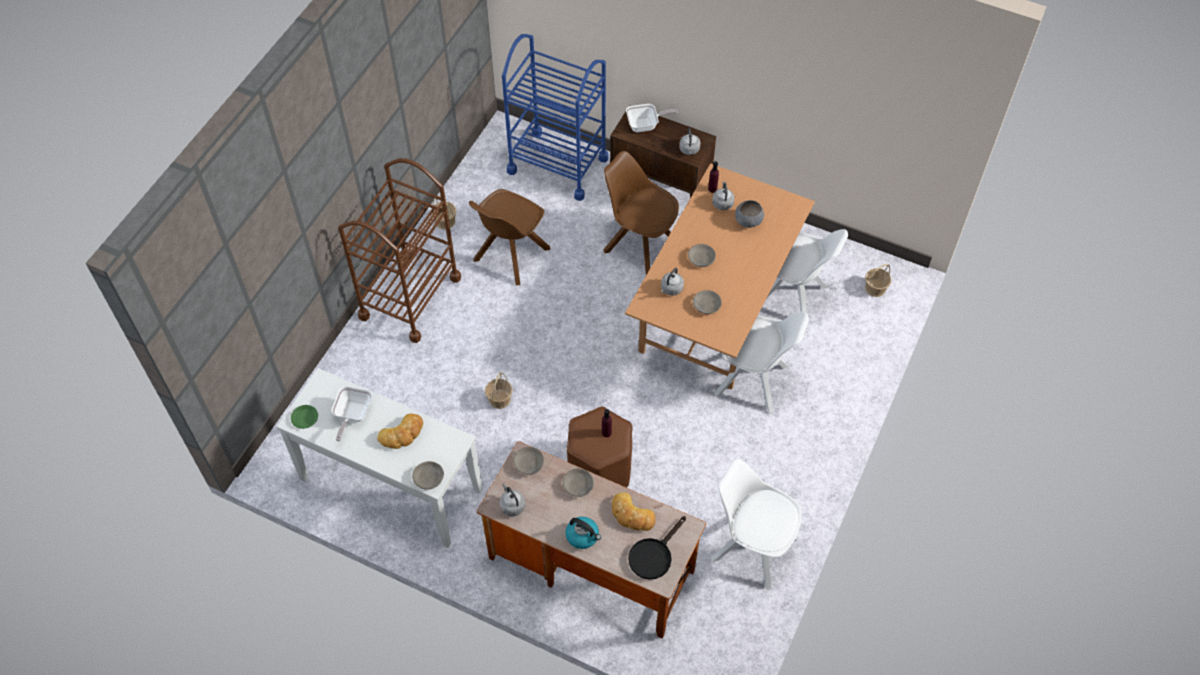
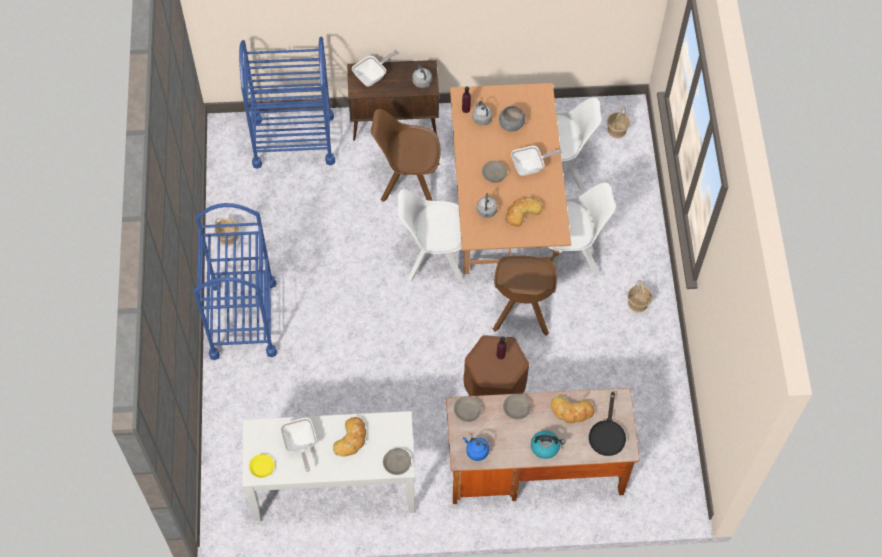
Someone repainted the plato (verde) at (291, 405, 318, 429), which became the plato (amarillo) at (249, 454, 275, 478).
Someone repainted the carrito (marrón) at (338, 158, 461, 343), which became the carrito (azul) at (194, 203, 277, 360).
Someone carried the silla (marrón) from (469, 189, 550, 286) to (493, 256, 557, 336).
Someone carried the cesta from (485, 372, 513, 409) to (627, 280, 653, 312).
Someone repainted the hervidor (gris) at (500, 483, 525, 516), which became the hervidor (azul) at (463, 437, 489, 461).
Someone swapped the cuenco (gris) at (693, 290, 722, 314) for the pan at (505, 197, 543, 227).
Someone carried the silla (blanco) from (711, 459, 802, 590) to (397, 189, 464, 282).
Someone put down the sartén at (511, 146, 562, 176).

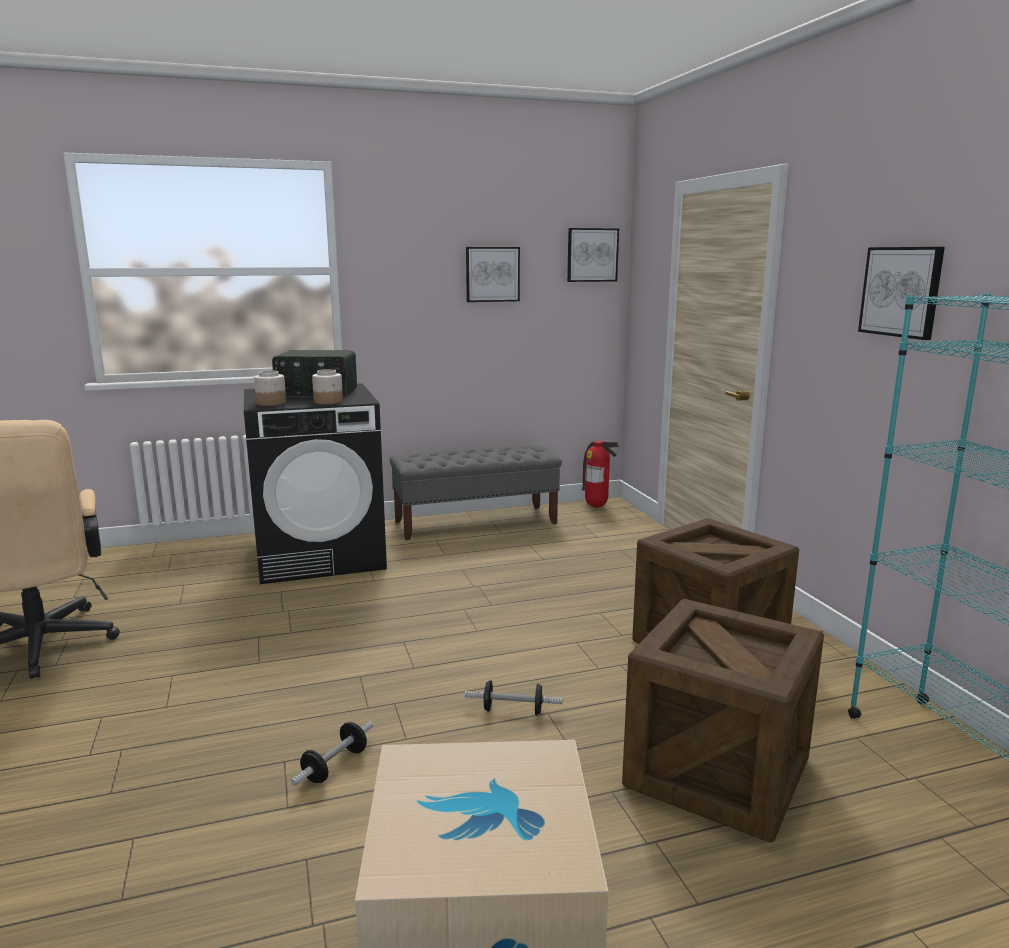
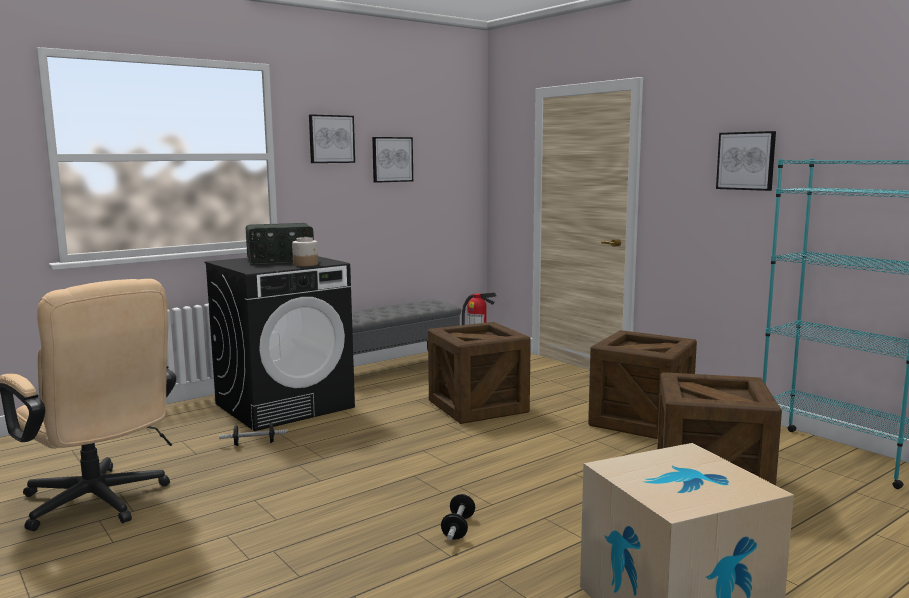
Someone took away the tarro at (254, 370, 286, 406).
Someone carried the mancuerna from (465, 680, 562, 715) to (219, 422, 288, 446).
Someone carried the cuadro from (567, 228, 619, 282) to (309, 114, 355, 163).
Someone put down the caja de embalaje at (428, 322, 531, 424).

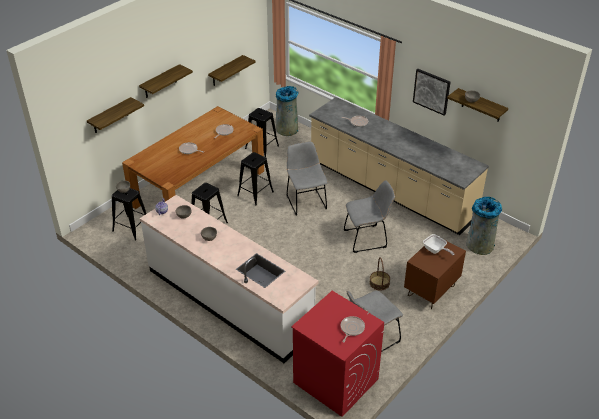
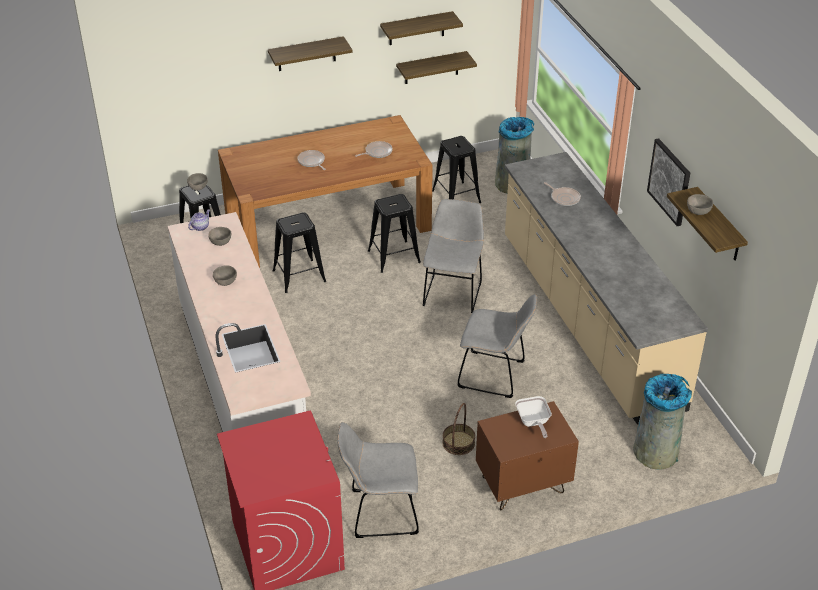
Someone carried the estante from (87, 97, 144, 133) to (380, 11, 463, 45).
Someone took away the sartén at (341, 316, 365, 343).

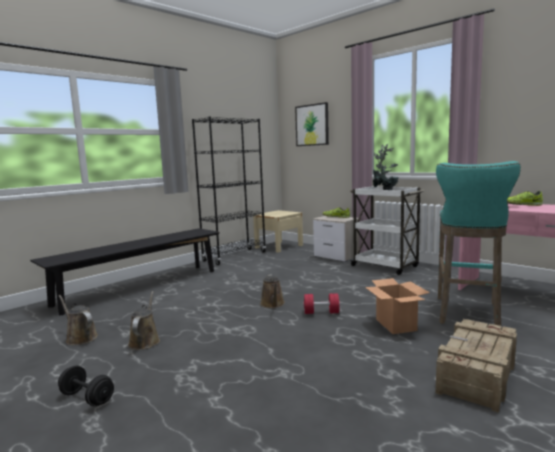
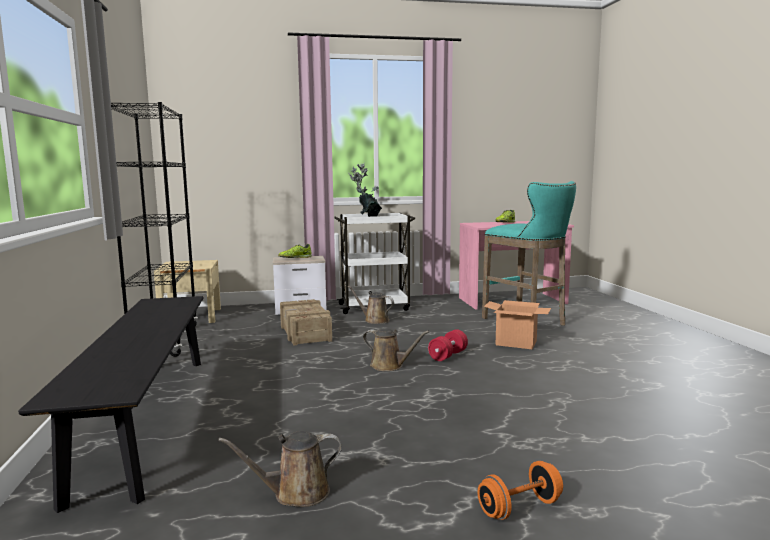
Someone repainted the mancuerna (negro) at (58, 366, 114, 406), which became the mancuerna (naranja) at (477, 461, 563, 520).
Someone carried the regadera (marrón) from (128, 291, 160, 350) to (348, 286, 394, 324).
Someone took away the cuadro at (295, 102, 329, 146).
Someone carried the caja de embalaje from (436, 319, 517, 413) to (280, 299, 332, 346).

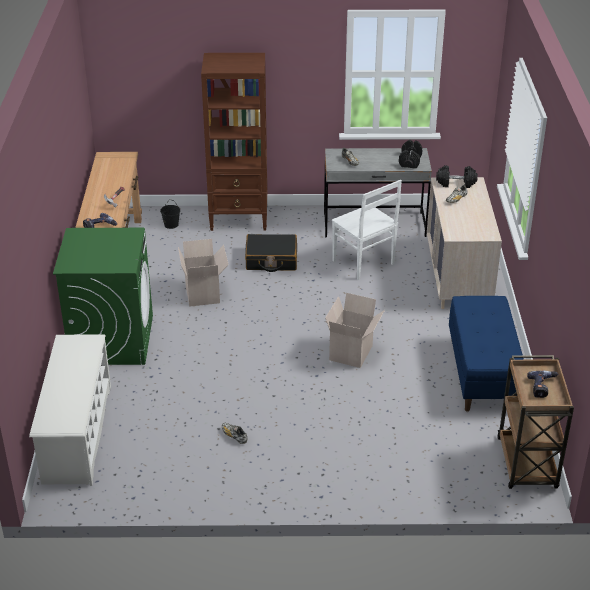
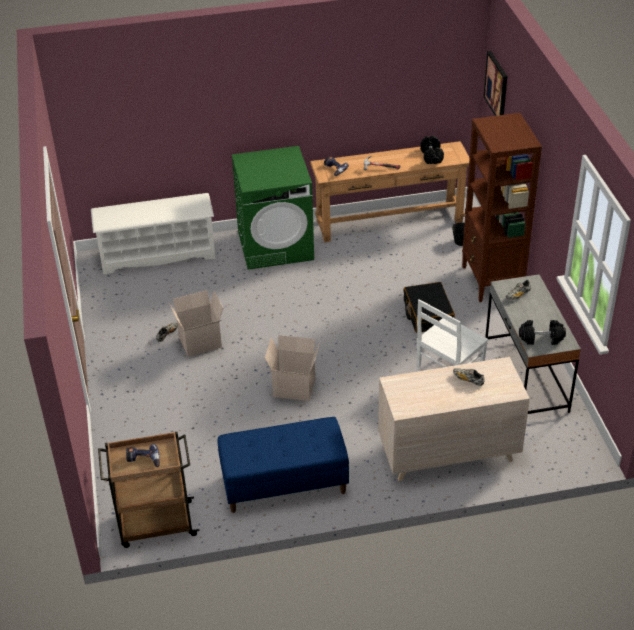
Someone carried the caja de cartón from (178, 239, 229, 307) to (169, 290, 223, 357).
Someone carried the mancuerna (negro) from (436, 165, 478, 188) to (420, 136, 444, 164).
Someone put up the cuadro at (483, 51, 508, 116).

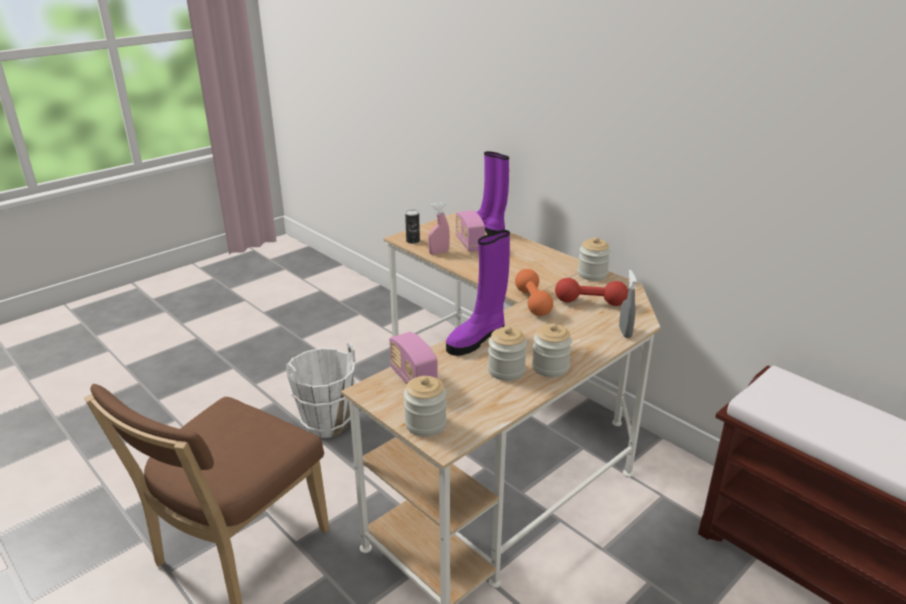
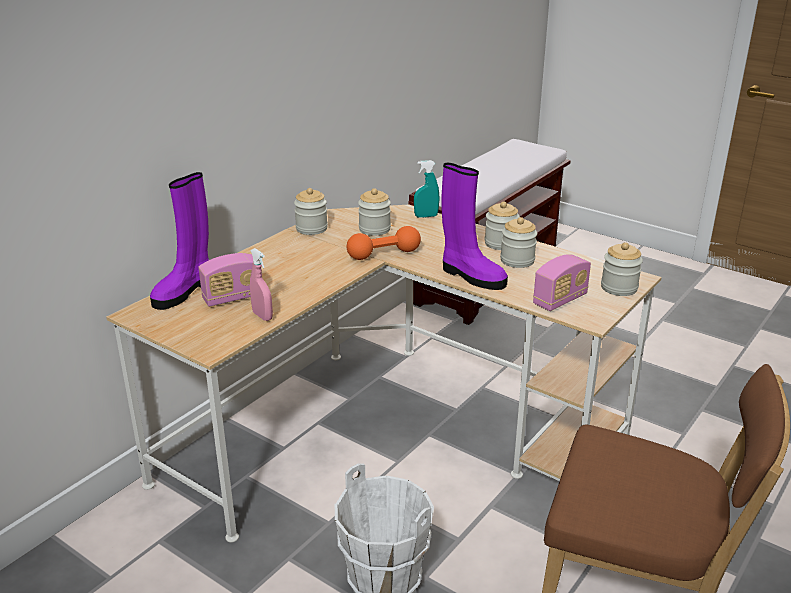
Someone took away the lata at (405, 210, 420, 244).
Someone swapped the mancuerna (rojo) at (555, 278, 628, 306) for the tarro at (358, 188, 391, 236).
Someone repainted the pulverizador (gris) at (619, 270, 637, 338), which became the pulverizador (turquesa) at (414, 160, 440, 218).

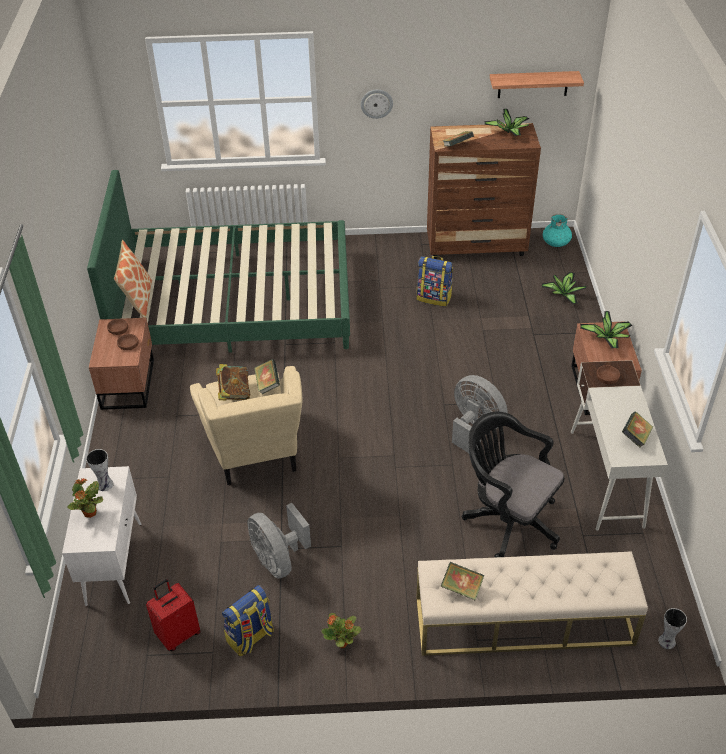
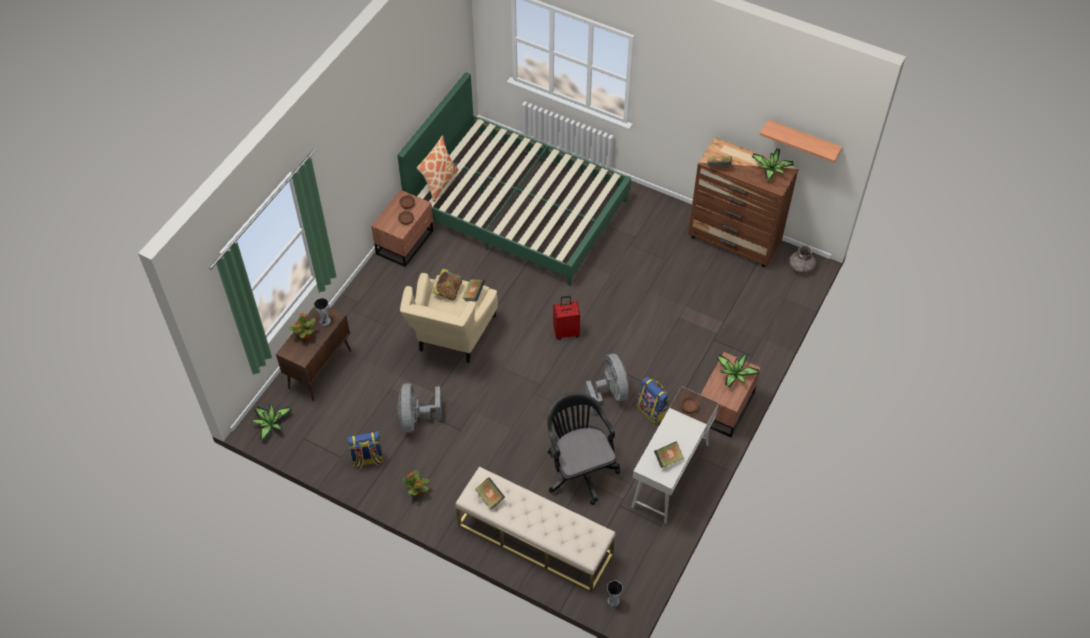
Someone repainted the armario (blanco) at (62, 466, 141, 606), which became the armario (marrón) at (276, 307, 351, 401).
Someone carried the maleta (rojo) from (146, 579, 201, 651) to (553, 296, 580, 340).
Someone took away the reloj de pared at (361, 89, 393, 119).
Someone carried the mochila from (417, 256, 453, 306) to (637, 377, 669, 424).
Someone carried the planta en maceta from (542, 272, 586, 304) to (252, 404, 292, 440).
Someone repainted the florero (turquesa) at (543, 214, 572, 247), which became the florero (gris) at (789, 245, 816, 274).

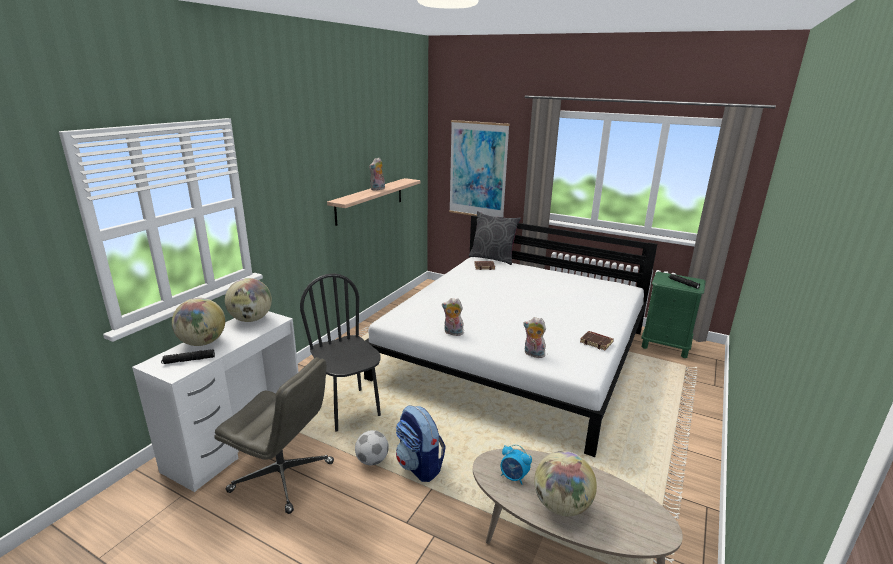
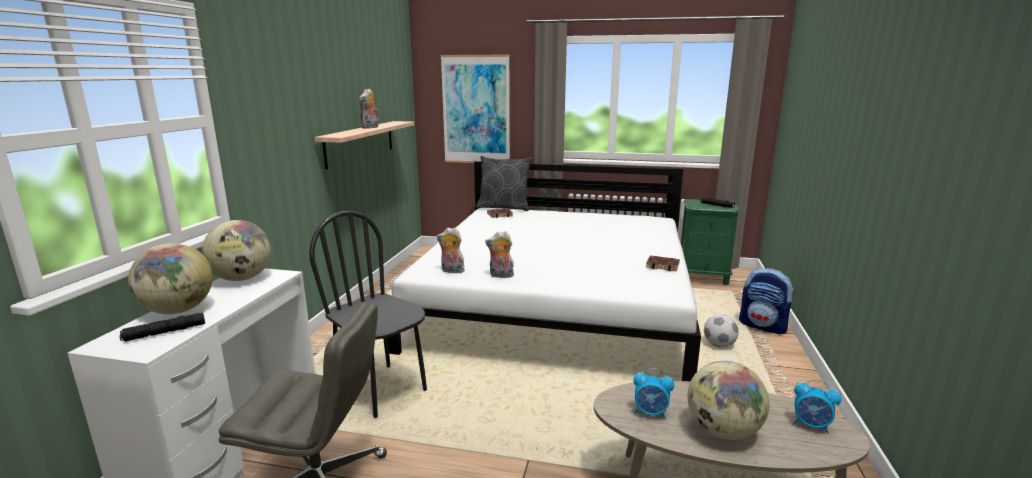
Someone carried the balón de fútbol from (355, 430, 389, 465) to (704, 314, 739, 347).
Someone carried the mochila from (396, 405, 446, 482) to (739, 268, 796, 335).
Someone carried the peluche from (523, 317, 546, 359) to (437, 227, 465, 273).
Someone put down the despertador at (793, 379, 841, 433).

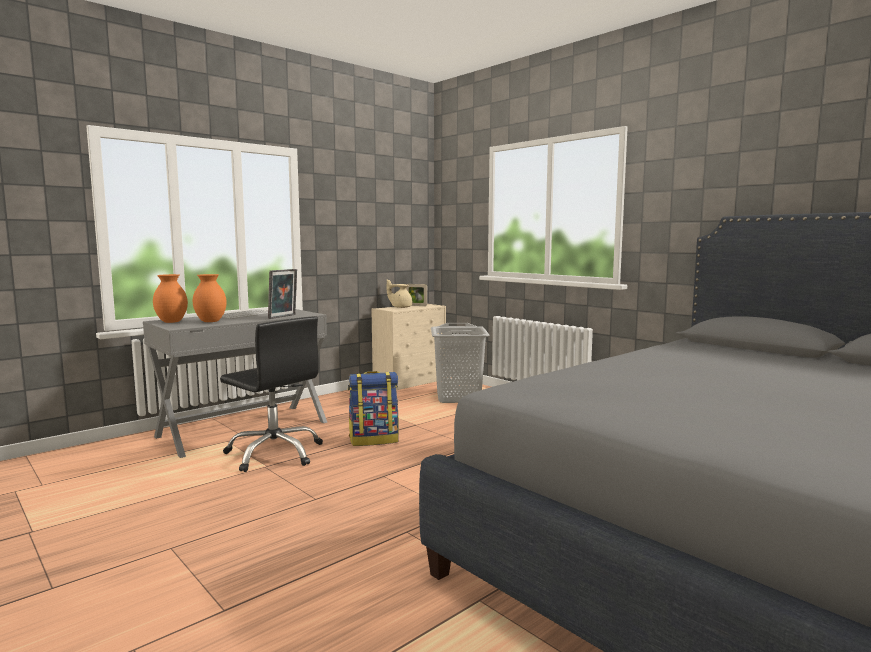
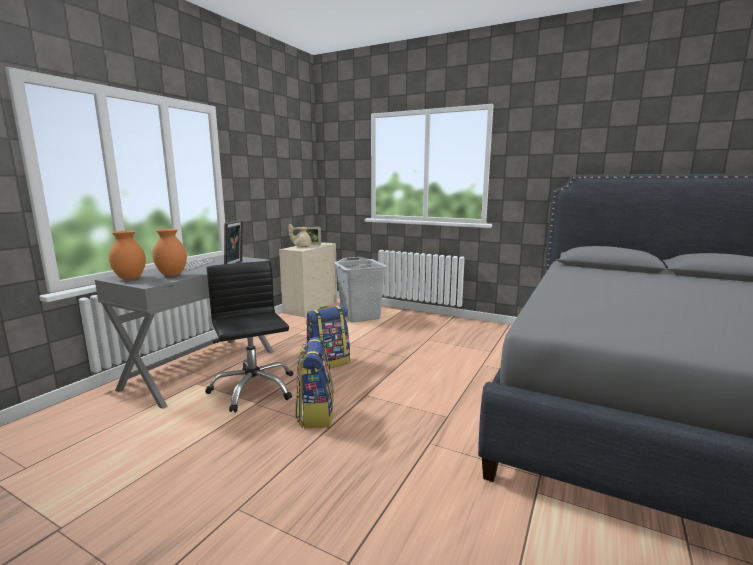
Someone rotated the silla de oficina (negro) at (220, 316, 323, 472) by 135 degrees counterclockwise.
Someone put down the mochila at (295, 337, 334, 428).

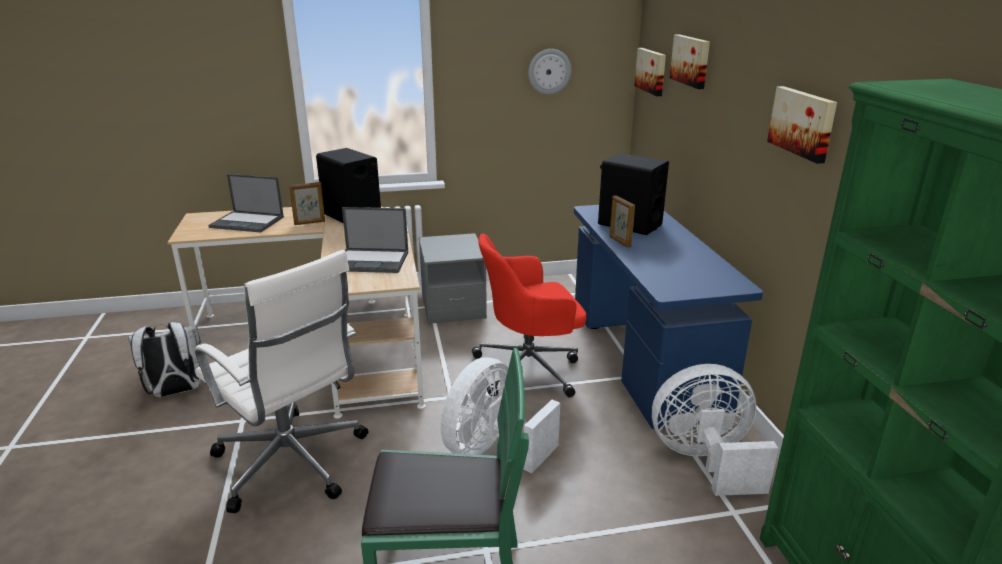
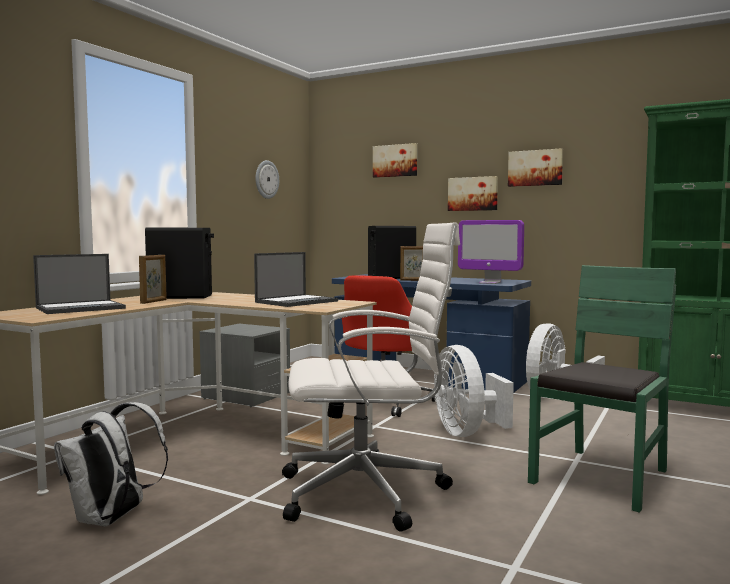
Someone carried the cuadro from (634, 48, 666, 96) to (448, 176, 498, 211).
Someone put down the monitor at (458, 220, 524, 284).

